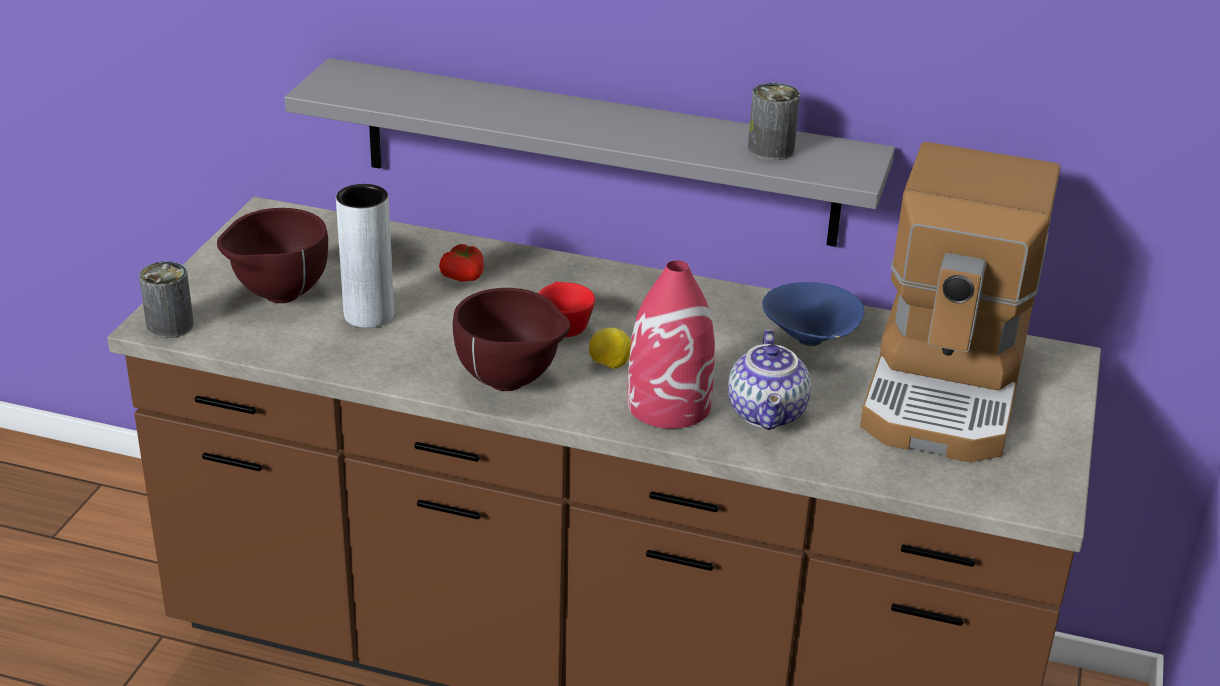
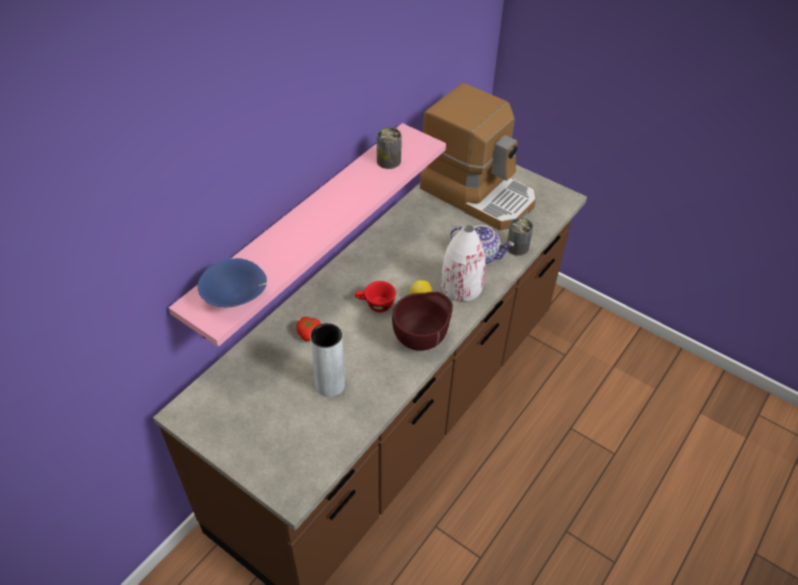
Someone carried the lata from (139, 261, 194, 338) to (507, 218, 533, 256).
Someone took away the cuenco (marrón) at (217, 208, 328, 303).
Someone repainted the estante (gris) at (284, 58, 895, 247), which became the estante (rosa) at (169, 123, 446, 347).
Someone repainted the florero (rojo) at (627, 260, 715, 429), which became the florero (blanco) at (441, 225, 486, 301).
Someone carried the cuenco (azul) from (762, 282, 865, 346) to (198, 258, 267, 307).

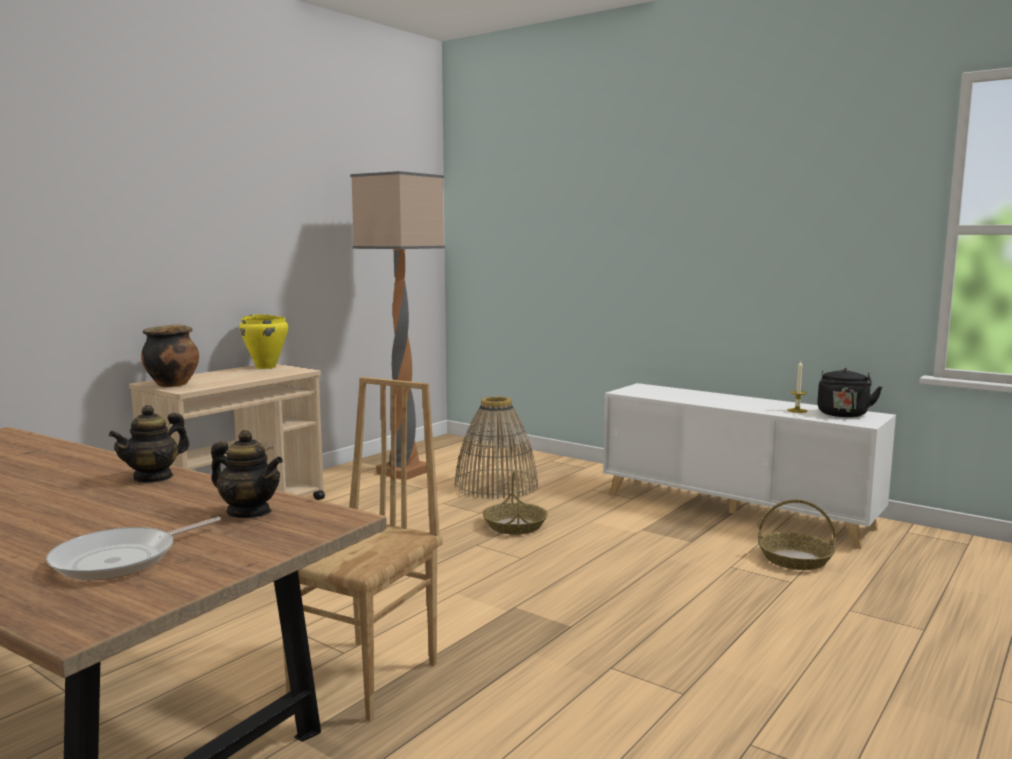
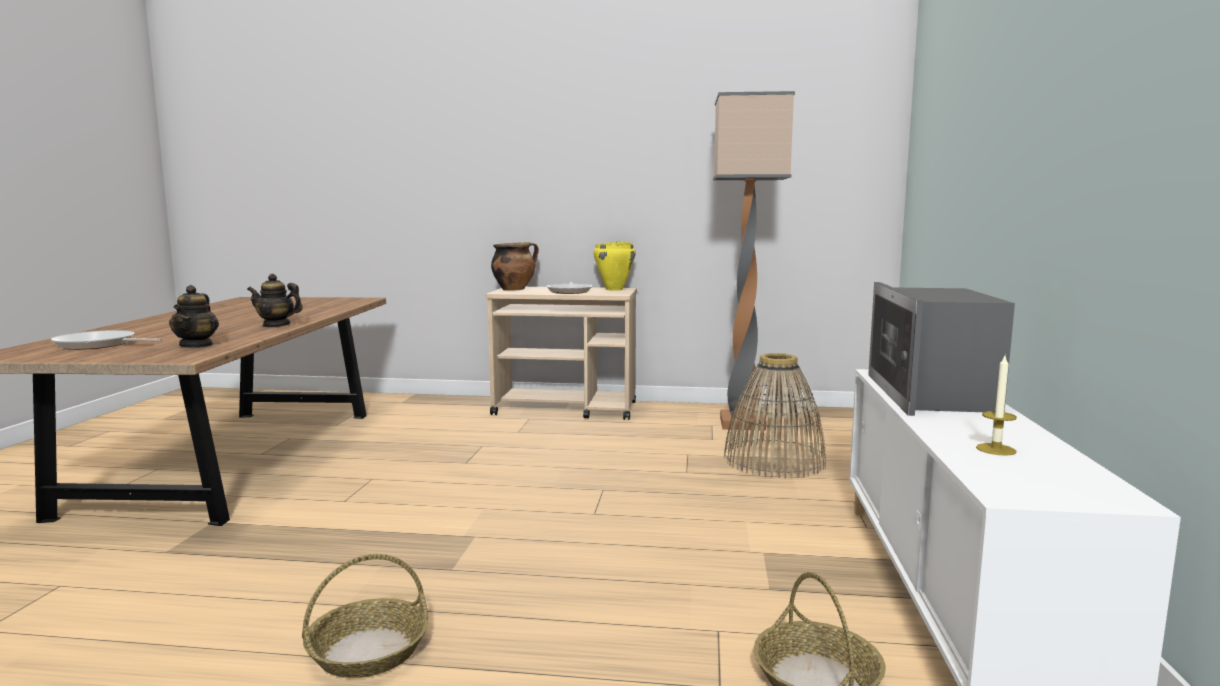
Someone took away the silla (marrón) at (282, 377, 443, 721).
Someone carried the cesta from (483, 471, 548, 535) to (302, 554, 428, 678).
Someone took away the hervidor (negro) at (817, 368, 882, 417).
Someone put down the sartén at (547, 282, 592, 294).
Someone put down the microondas at (868, 282, 1015, 416).

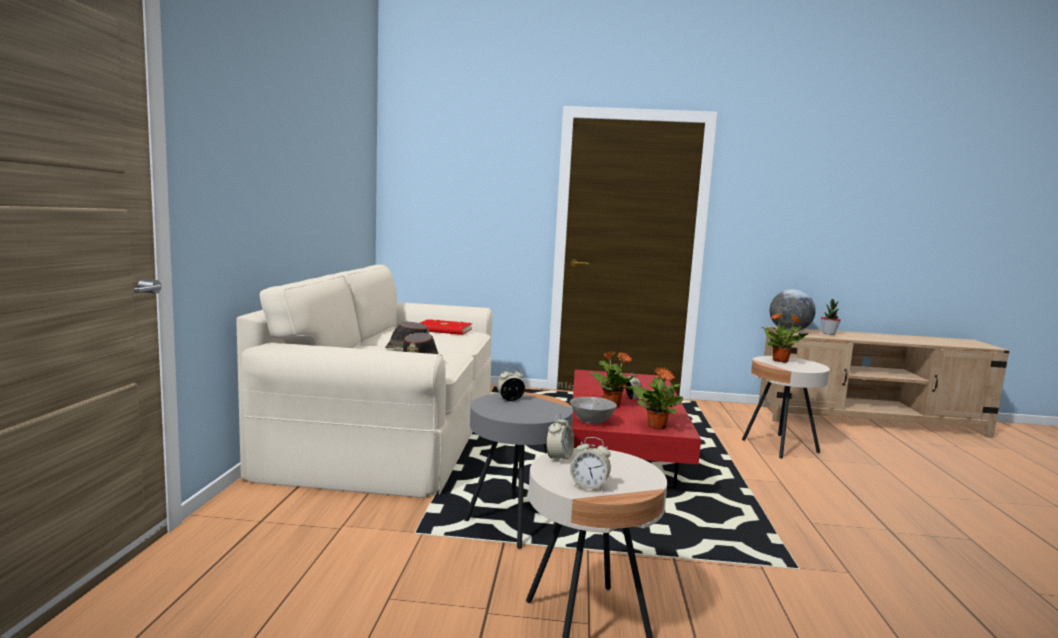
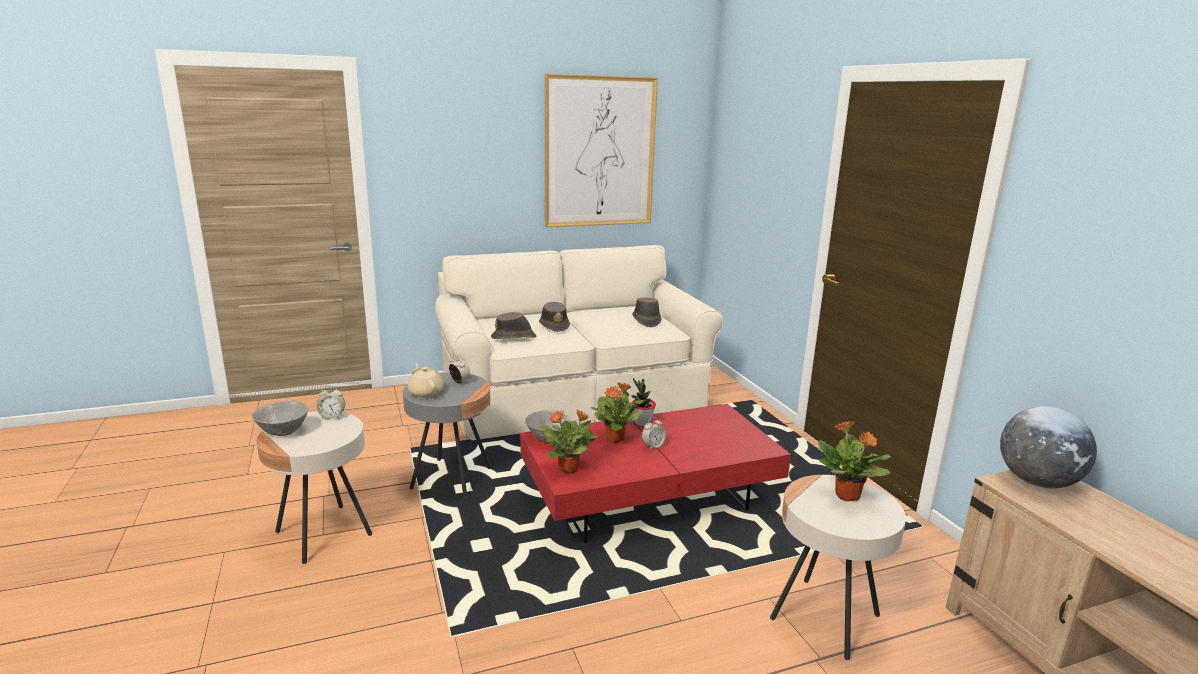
Someone swapped the libro (rojo) at (420, 319, 472, 335) for the sombrero (marrón) at (632, 297, 661, 327).
Someone swapped the despertador at (570, 437, 611, 491) for the cuenco (gris) at (252, 401, 309, 436).
Someone carried the planta en maceta from (821, 299, 841, 335) to (631, 378, 656, 426).
Someone put down the tetera (beis) at (408, 363, 444, 398).
Someone put up the cuadro at (545, 74, 658, 227).

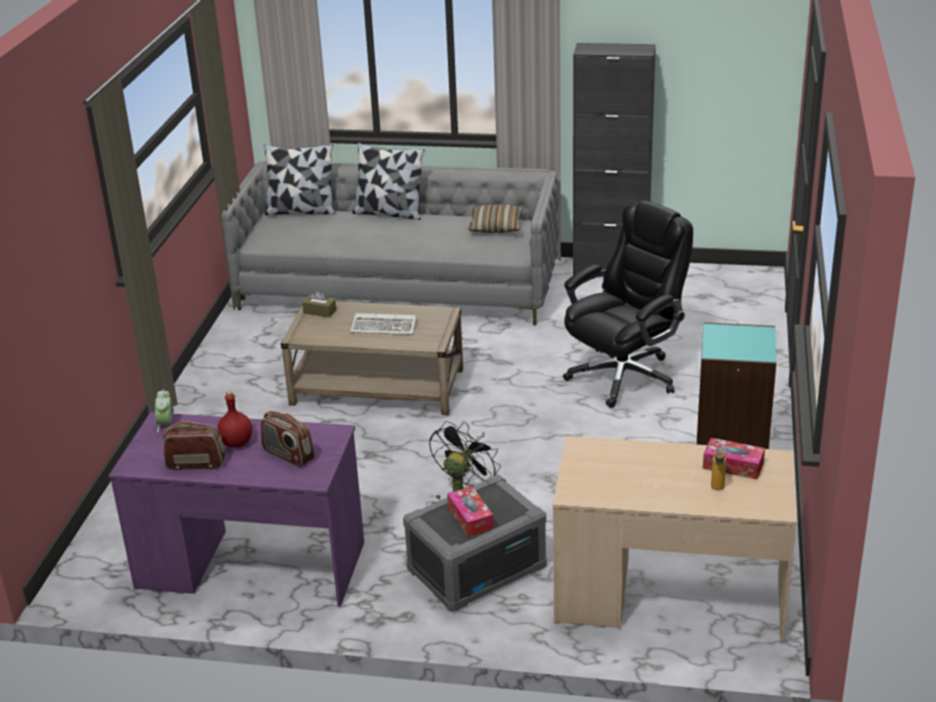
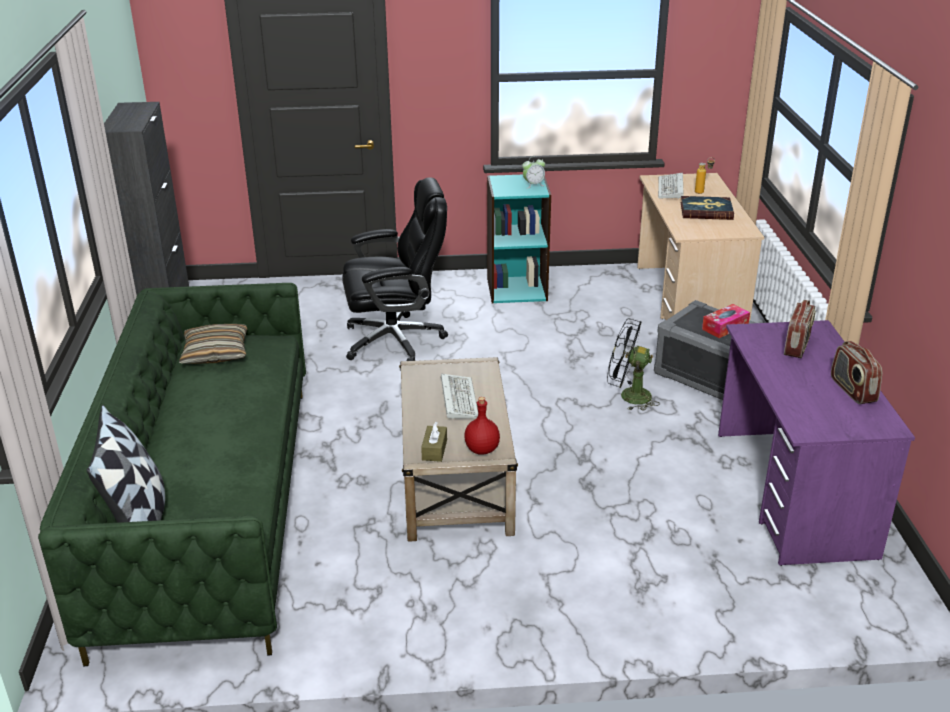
Someone carried the despertador from (155, 390, 172, 433) to (522, 156, 545, 189).
Someone carried the botella (rojo) from (217, 391, 252, 447) to (464, 397, 500, 455).
Someone repainted the sofá (gris) at (220, 161, 559, 325), which became the sofá (verde) at (38, 283, 306, 666).
Someone took away the cojín at (352, 142, 425, 220).
Someone rotated the silla de oficina (negro) at (563, 200, 693, 408) by 135 degrees clockwise.
Someone swapped the caja de pañuelos at (703, 438, 765, 479) for the teclado at (658, 173, 684, 199).
Someone put down the libro at (680, 196, 734, 220).

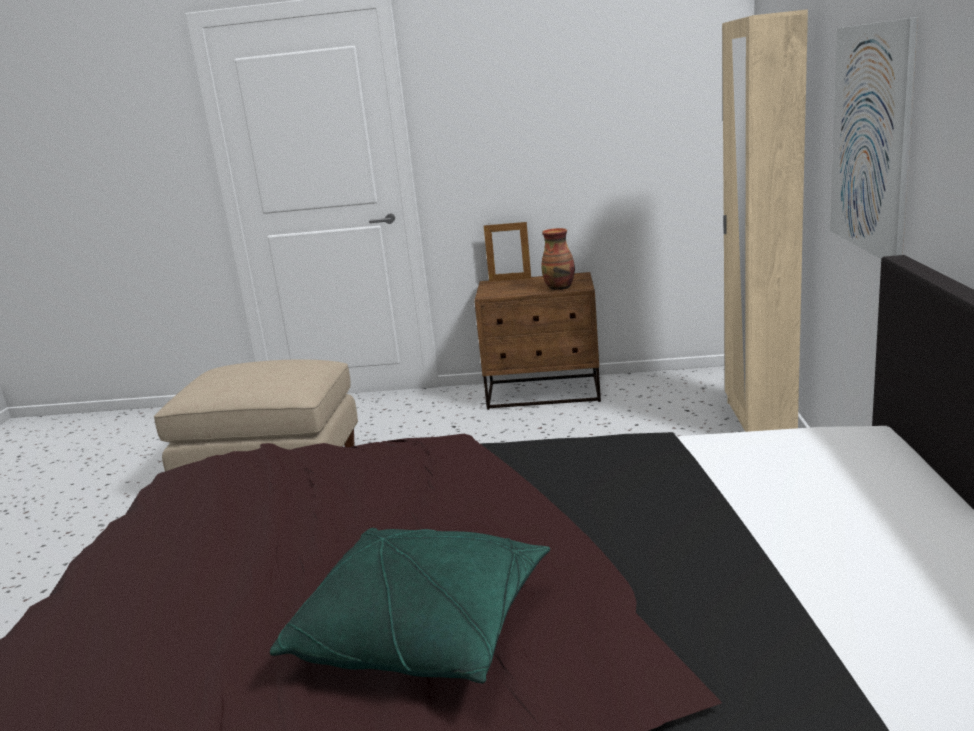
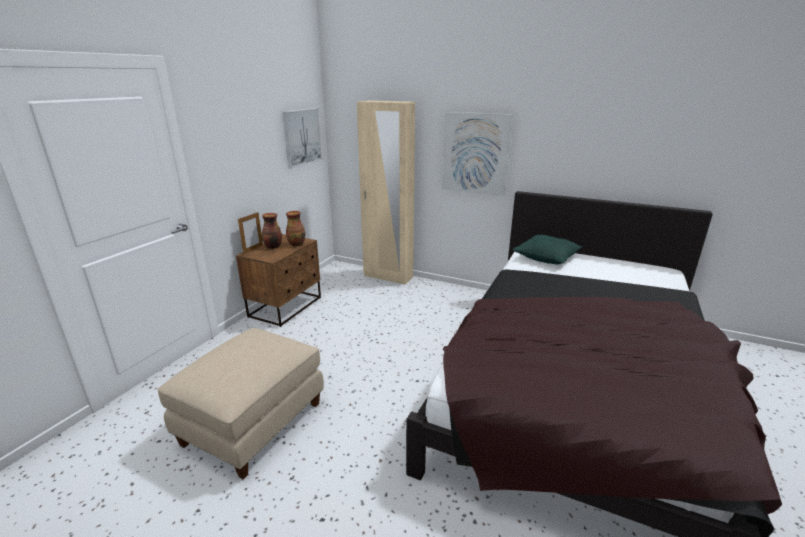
Someone carried the cojín (verde) from (270, 528, 550, 683) to (512, 234, 583, 264).
Someone put down the florero at (262, 213, 282, 249).
Someone put up the cuadro at (282, 108, 322, 168).

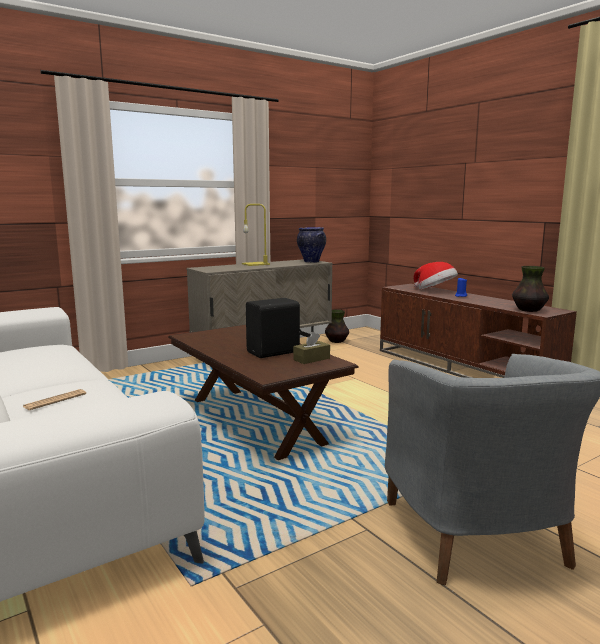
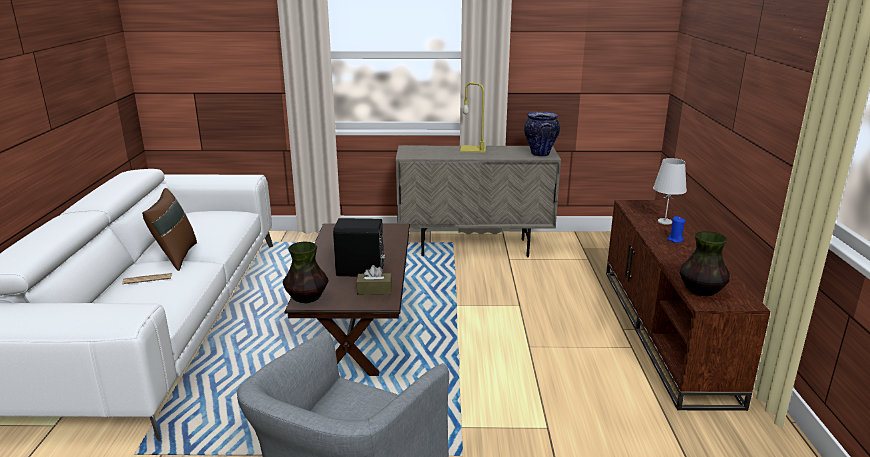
Someone carried the florero from (325, 310, 349, 343) to (283, 241, 329, 303).
Someone swapped the sombrero at (414, 262, 458, 289) for the lámpara de mesa (blanco) at (653, 158, 687, 225).
Someone put down the cojín (marrón) at (142, 188, 197, 271).

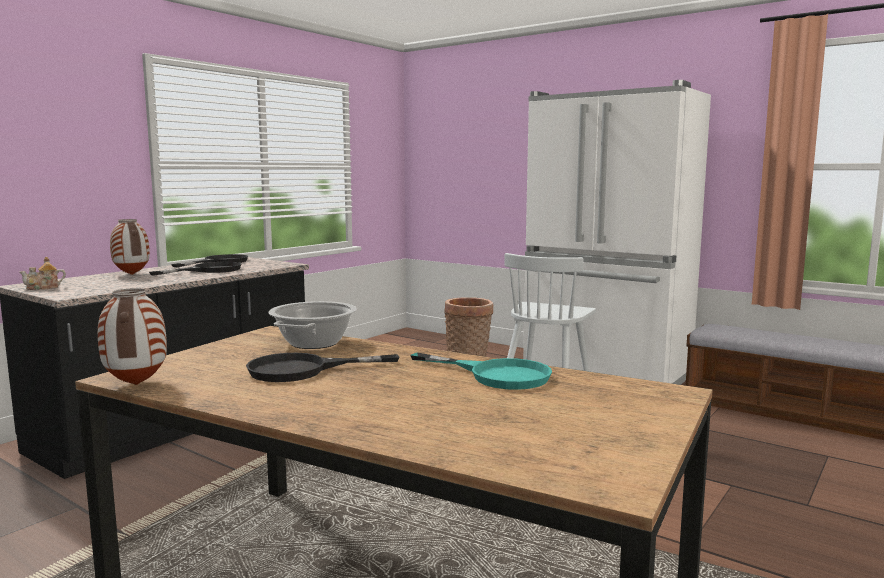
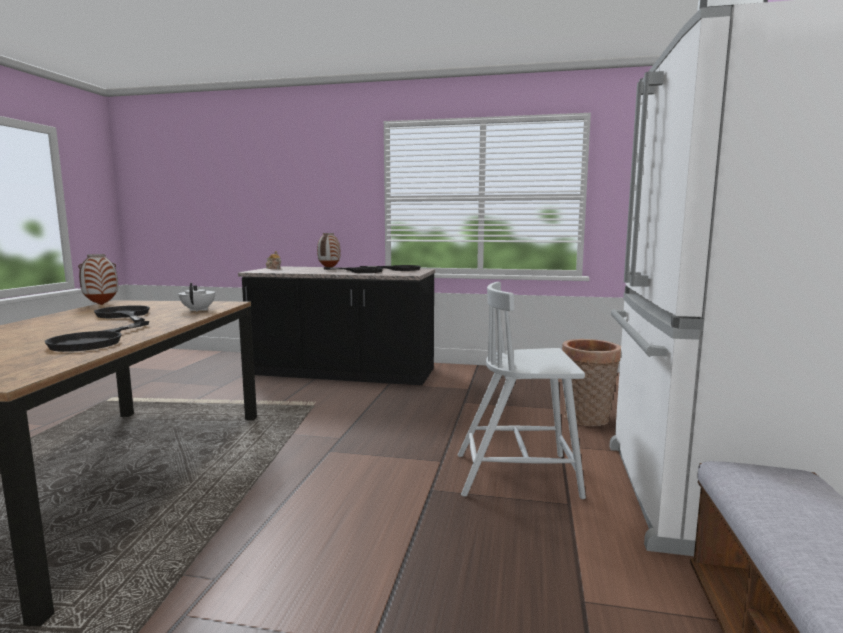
Someone swapped the olla at (269, 301, 357, 349) for the tetera (blanco) at (178, 283, 215, 312).
Someone repainted the sartén (turquesa) at (410, 353, 552, 390), which became the sartén (negro) at (45, 321, 149, 352).

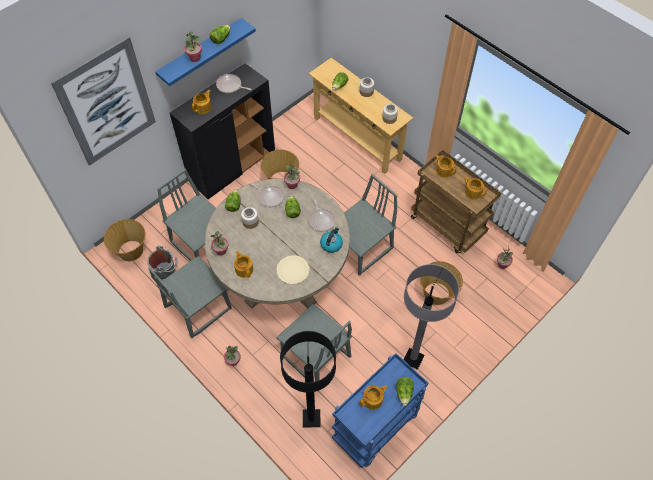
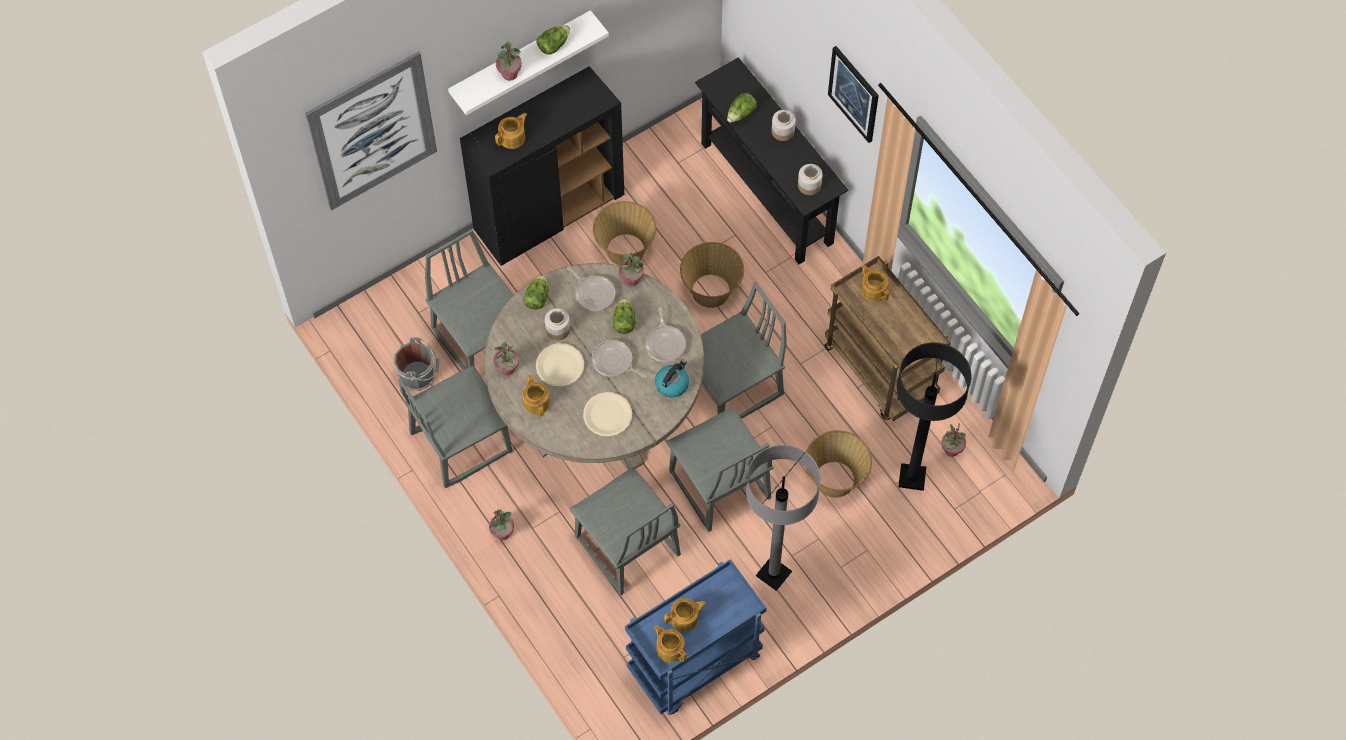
Someone carried the cesta from (104, 219, 146, 261) to (680, 242, 744, 308).
Someone repainted the estante (azul) at (155, 18, 256, 86), which became the estante (blanco) at (448, 10, 609, 115).
Someone carried the sartén from (216, 74, 251, 93) to (592, 340, 647, 378).
Someone carried the lámpara de pie (negro) from (280, 331, 336, 428) to (897, 342, 971, 491).
Someone repainted the mesa consola (beis) at (309, 58, 413, 174), which became the mesa consola (negro) at (695, 57, 848, 264).
Someone took away the lechuga at (396, 377, 414, 406).
Someone carried the tetera from (463, 177, 487, 199) to (654, 625, 687, 663).
Someone put down the plato (beis) at (536, 343, 584, 387).
Someone put down the silla (gris) at (666, 407, 773, 532).
Someone put up the cuadro at (828, 46, 879, 143).

